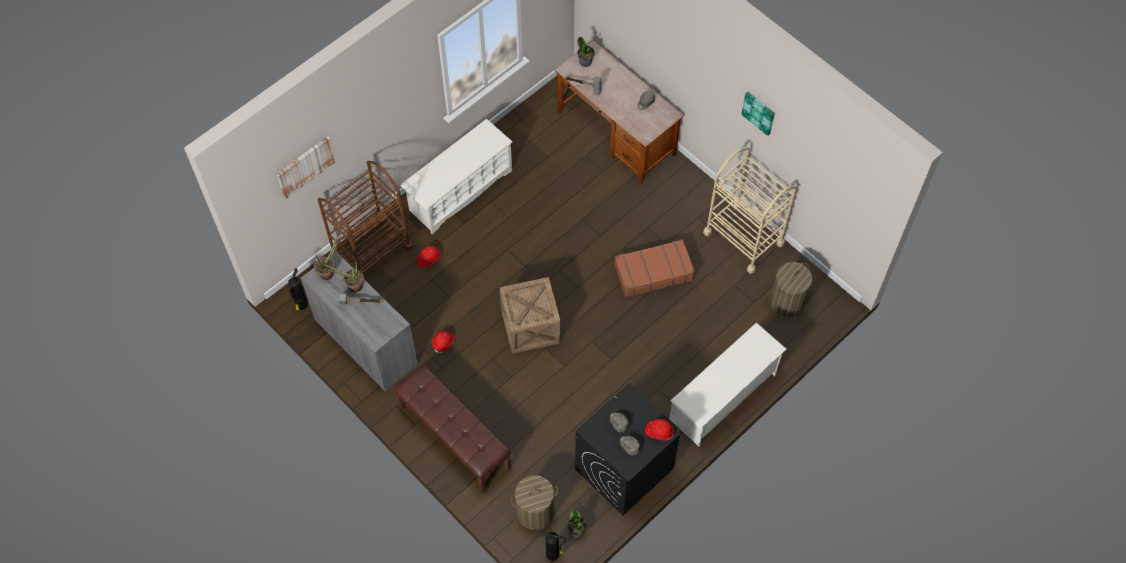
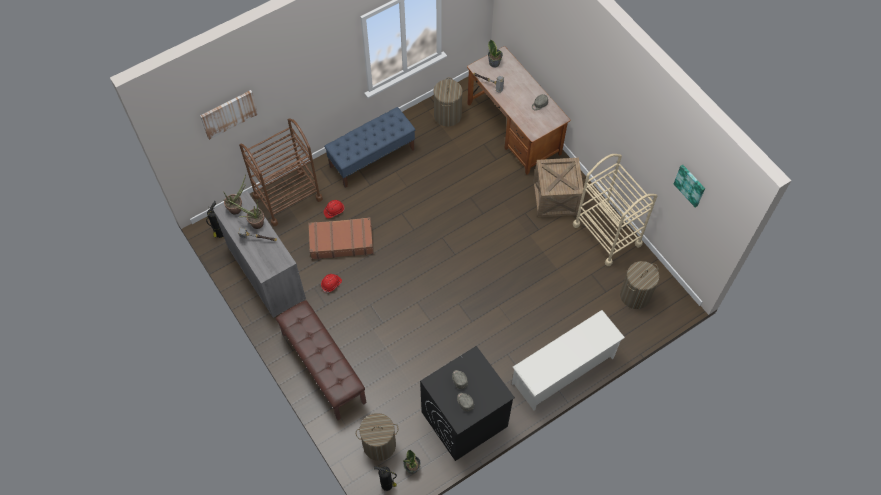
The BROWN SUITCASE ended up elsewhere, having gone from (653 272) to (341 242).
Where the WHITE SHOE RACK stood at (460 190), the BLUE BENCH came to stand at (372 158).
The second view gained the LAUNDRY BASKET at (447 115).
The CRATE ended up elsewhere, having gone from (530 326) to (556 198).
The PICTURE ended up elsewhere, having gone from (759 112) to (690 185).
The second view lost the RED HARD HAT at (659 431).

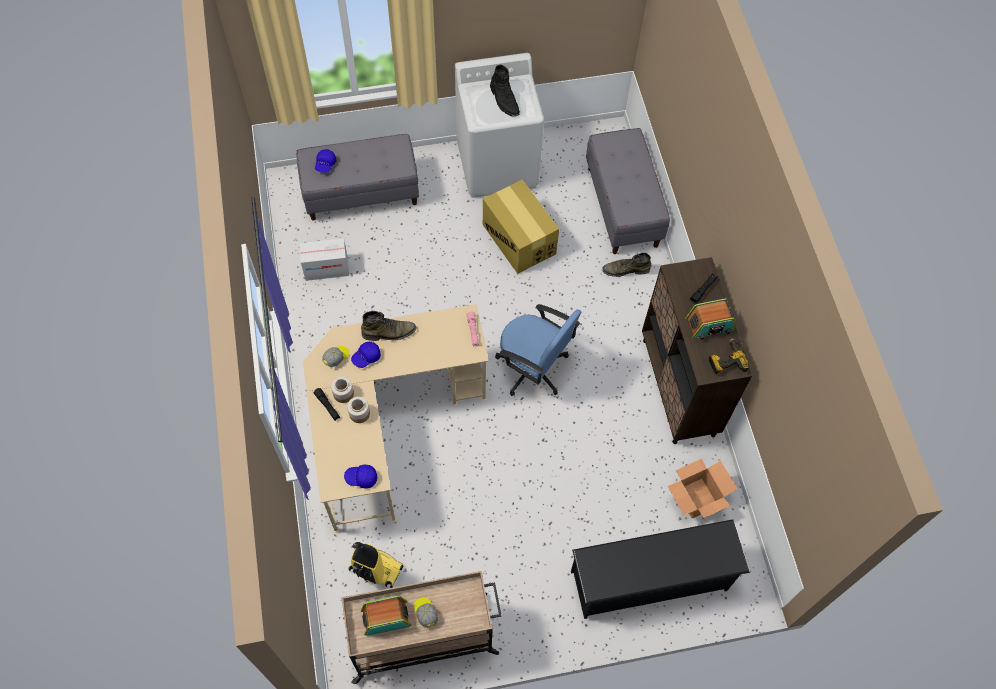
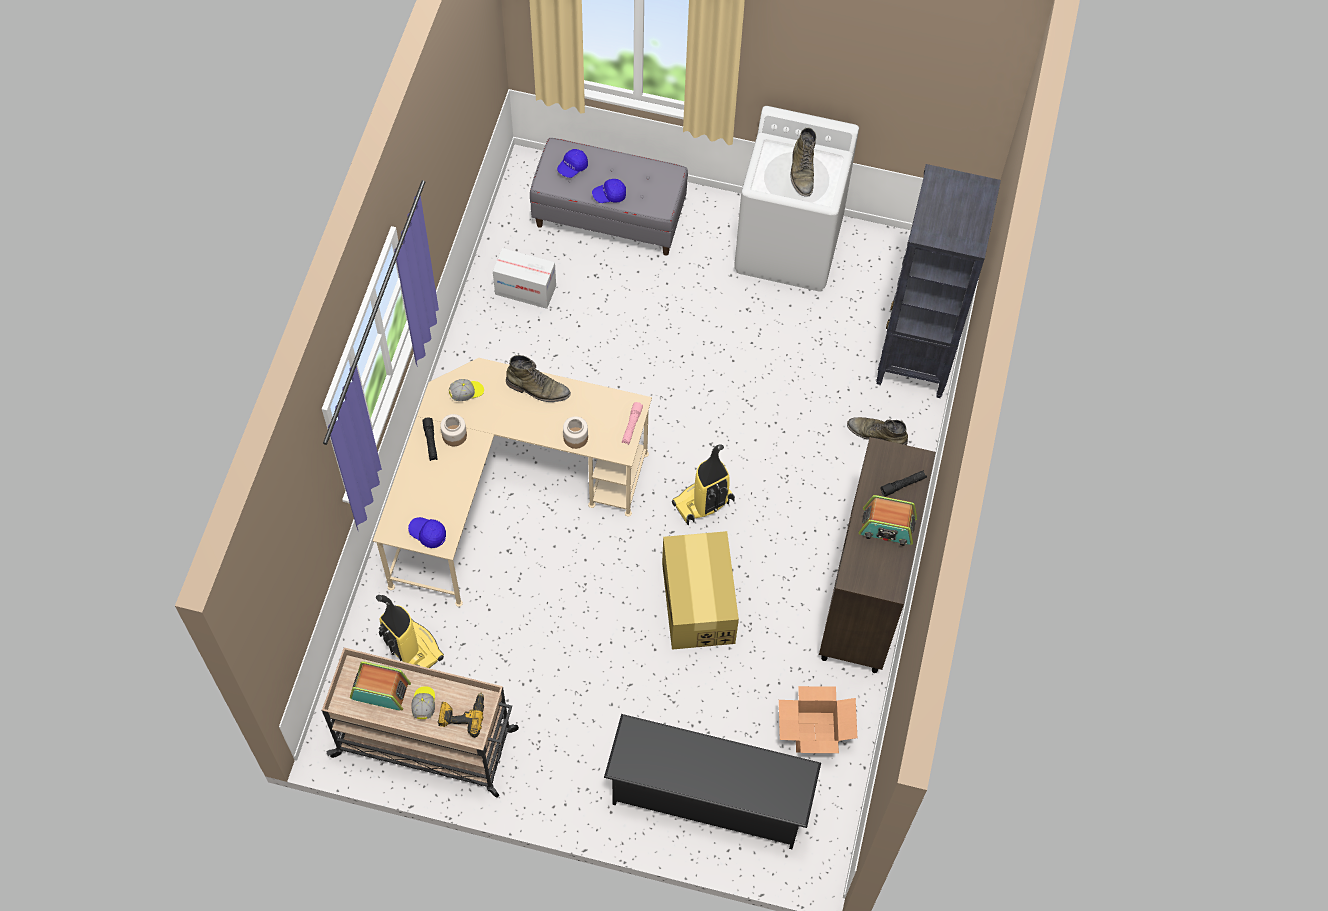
The POWER DRILL ended up elsewhere, having gone from (726 360) to (462 715).
The JAR ended up elsewhere, having gone from (359 414) to (575 438).
The BLUE CAP ended up elsewhere, having gone from (366 357) to (609 195).
The CARDBOARD BOX ended up elsewhere, having gone from (519 239) to (698 603).
Where the BLUE OFFICE CHAIR stood at (533 368), the VACUUM CLEANER came to stand at (703 503).
What was the BLACK BOOT at (504 100) turned into the GREEN BOOT at (802 172).
Where the GREY BENCH stood at (623 207), the BLACK BOOKCASE came to stand at (915 357).

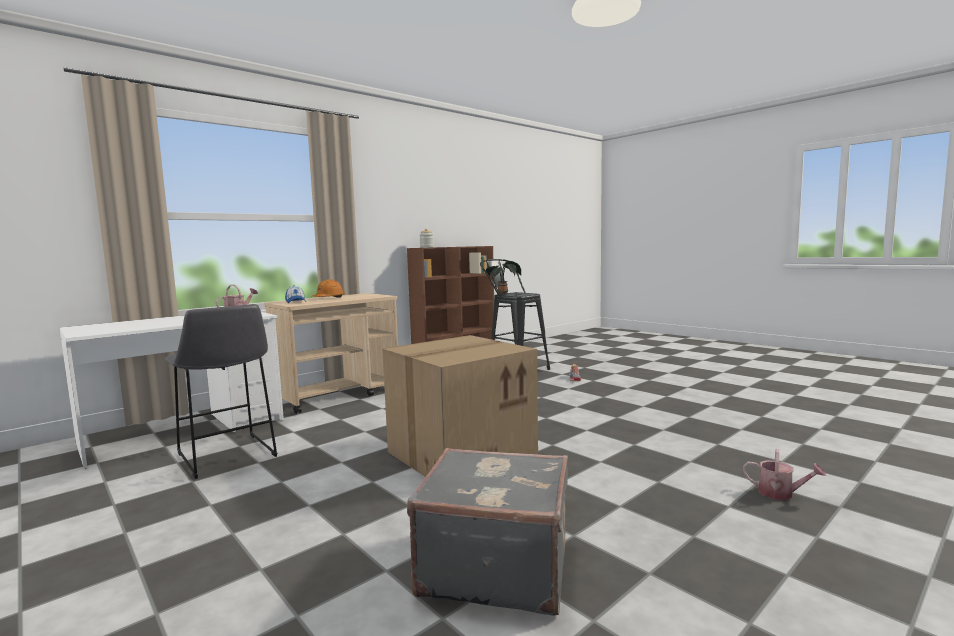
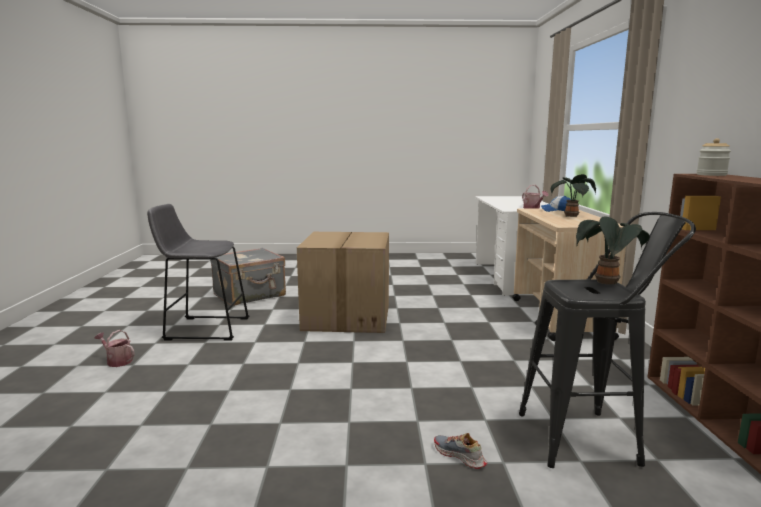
The WATERING CAN at (781 493) ended up facing another way, 45 degrees clockwise from before.
The GREY STOOL ended up elsewhere, having gone from (227 456) to (203 328).
Where the ORANGE HARD HAT stood at (329 298), the POTTED PLANT came to stand at (571 216).

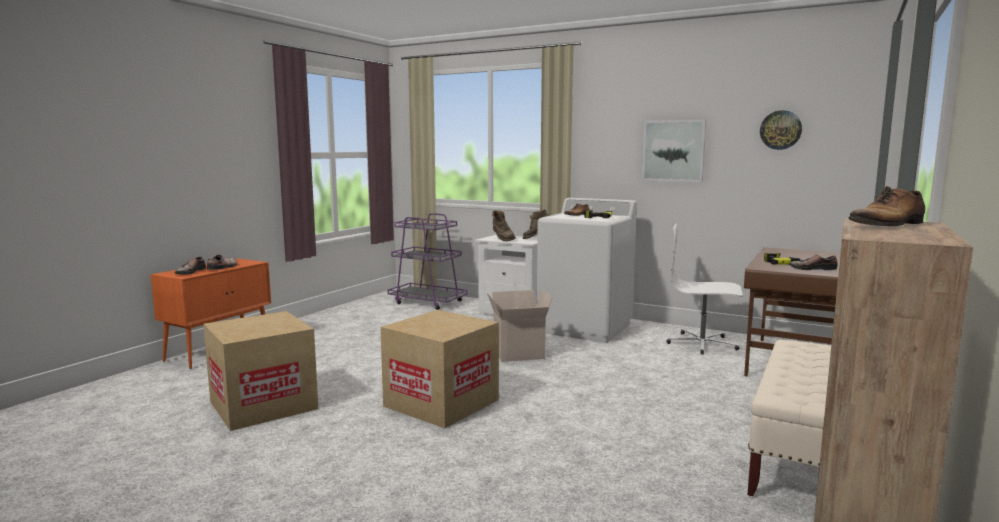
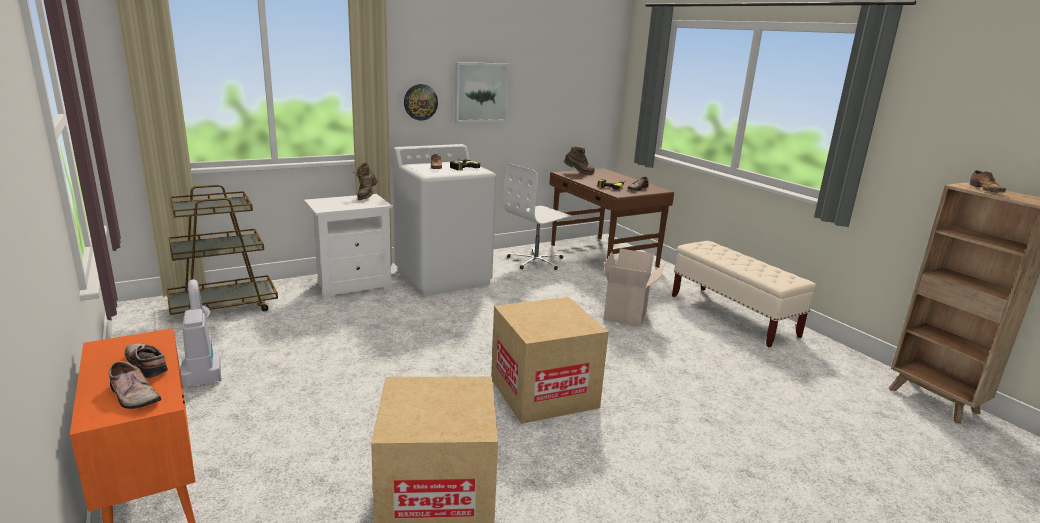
What was the PURPLE CART at (428 302) turned into the BROWN CART at (224 306).
The second view gained the VACUUM CLEANER at (201 365).
The WALL CLOCK ended up elsewhere, having gone from (780 130) to (420 102).
The BROWN BOOT ended up elsewhere, having gone from (502 239) to (578 173).
The CARDBOARD BOX ended up elsewhere, having gone from (518 354) to (627 315).

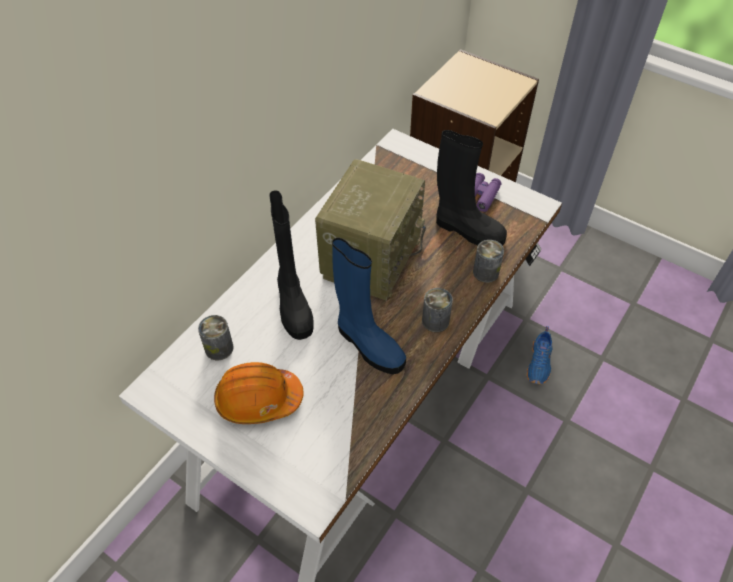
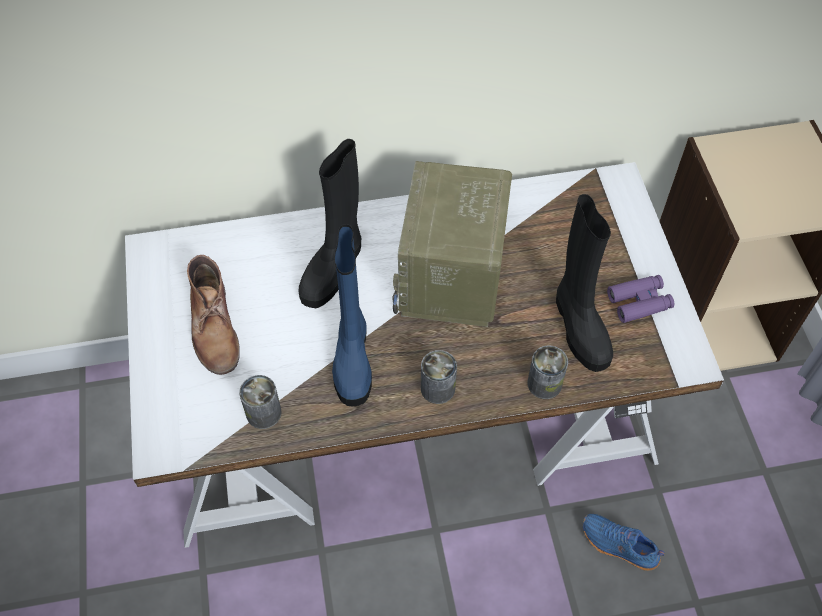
Where the ORANGE HARD HAT stood at (258 399), the BROWN BOOT came to stand at (214 327).
The CAN ended up elsewhere, having gone from (219 348) to (263 413).
The RADIO at (371 257) ended up facing another way, 120 degrees clockwise from before.
The BLUE SHOE at (539 363) ended up facing another way, 60 degrees clockwise from before.

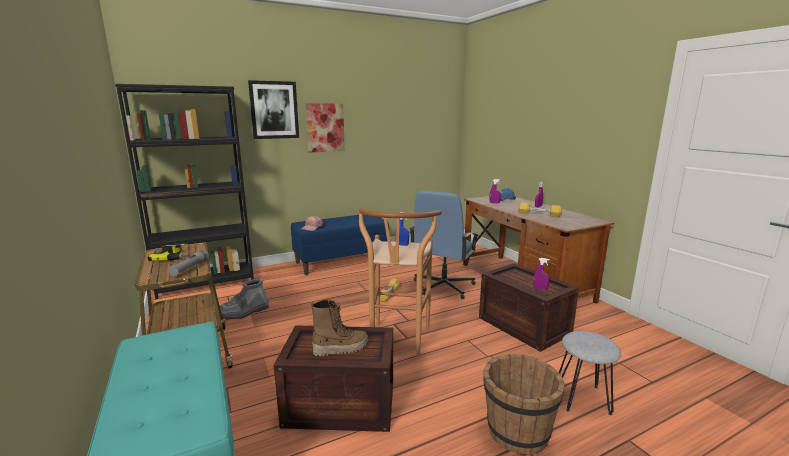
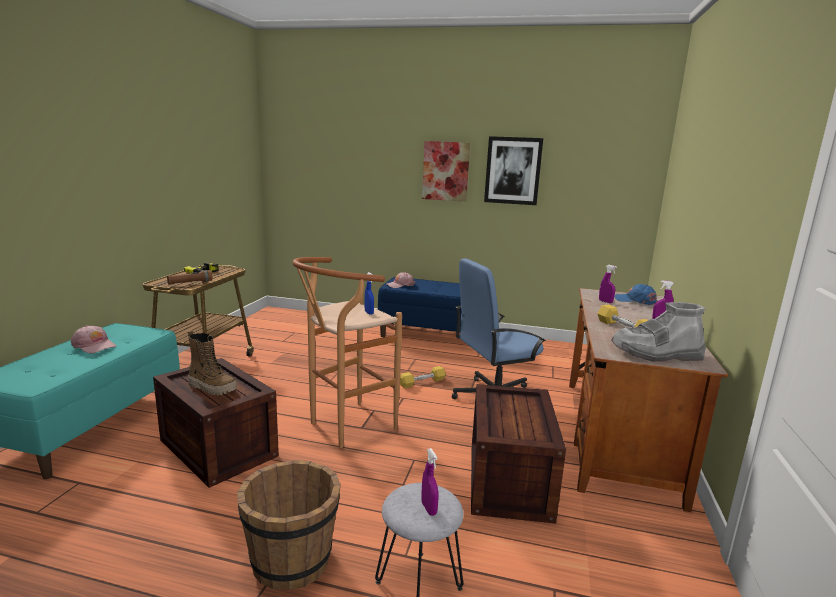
The second view gained the PINK CAP at (94 346).
What was the GREY FLASHLIGHT at (190 268) turned into the BROWN FLASHLIGHT at (190 283).
The PURPLE SPRAY BOTTLE ended up elsewhere, having gone from (540 288) to (429 509).
The PICTURE ended up elsewhere, having gone from (274 110) to (513 170).
The GREY BOOT ended up elsewhere, having gone from (244 312) to (656 354).
The second view lost the BLACK BOOKCASE at (206 283).

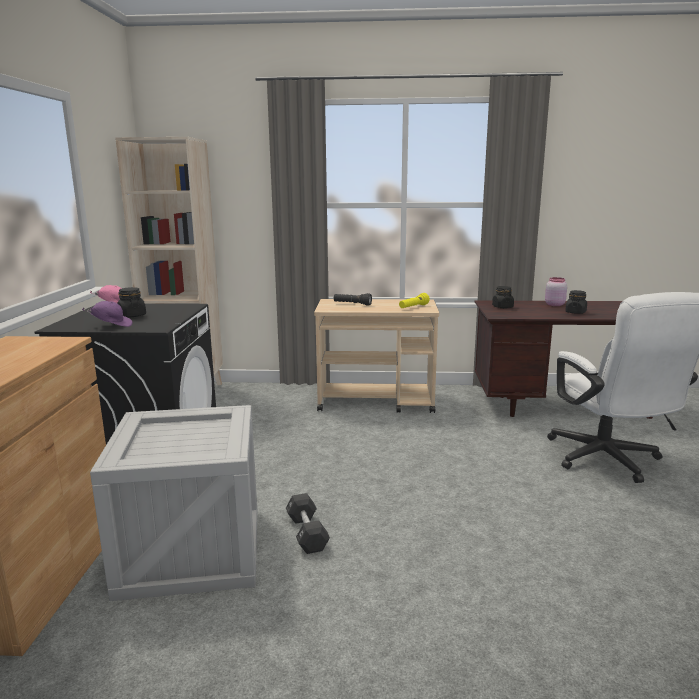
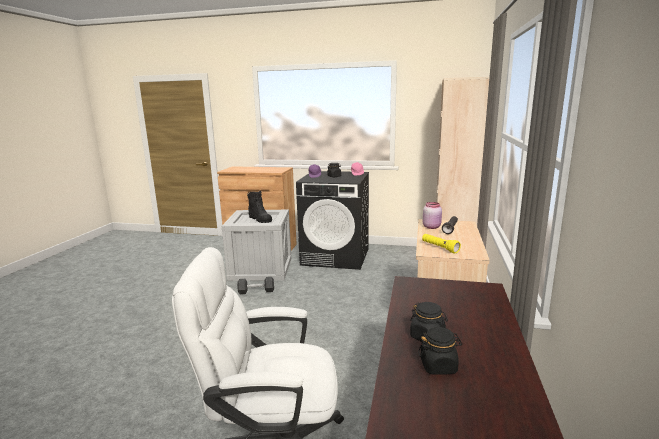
The second view gained the BLACK BOOT at (260 219).
The BLACK JAR ended up elsewhere, having gone from (502 307) to (438 366).
The PINK JAR ended up elsewhere, having gone from (554 304) to (432 227).

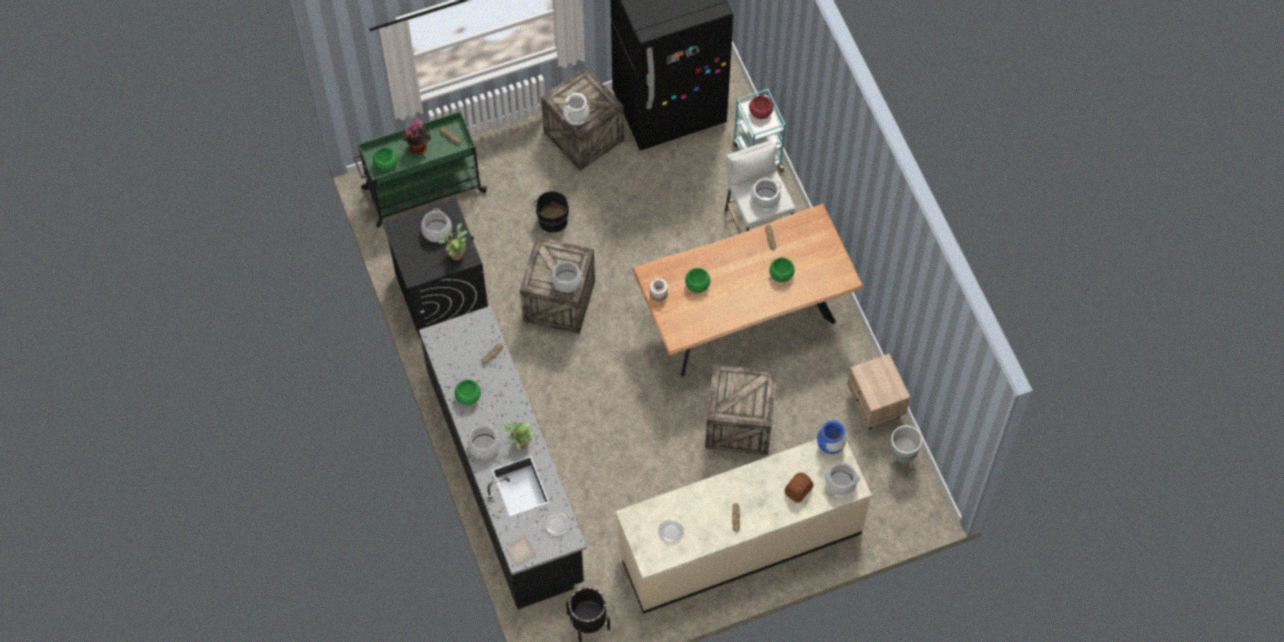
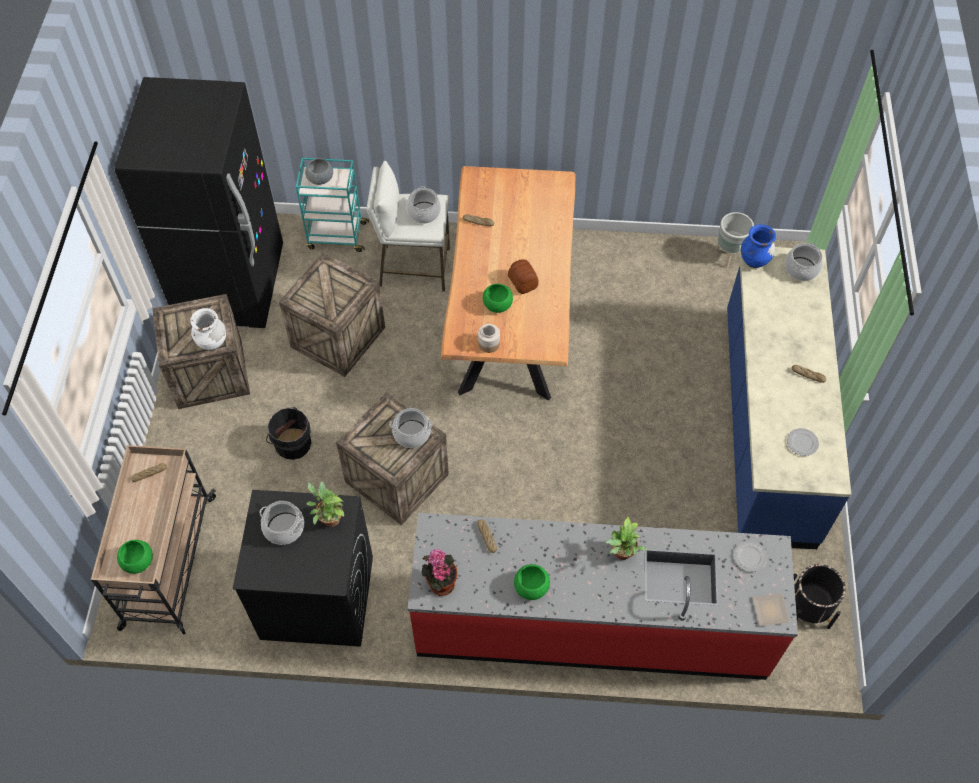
What was the GREEN CART at (422 190) turned into the BEIGE CART at (168 563).
The CRATE ended up elsewhere, having gone from (740 423) to (337 336).
What was the RED BOWL at (760 112) turned into the GREY BOWL at (320 179).
What was the BLACK COUNTER at (506 477) turned into the RED COUNTER at (591 623).
The POTTED PLANT ended up elsewhere, having gone from (418 146) to (440 583).
The BREAD ended up elsewhere, having gone from (798 490) to (522 282).
What was the BEIGE COUNTER at (739 542) turned into the BLUE COUNTER at (765 425).
The second view lost the COOKING POT at (484 445).
The second view lost the GREEN BOWL at (781 274).
The second view lost the BEIGE NIGHTSTAND at (875 405).

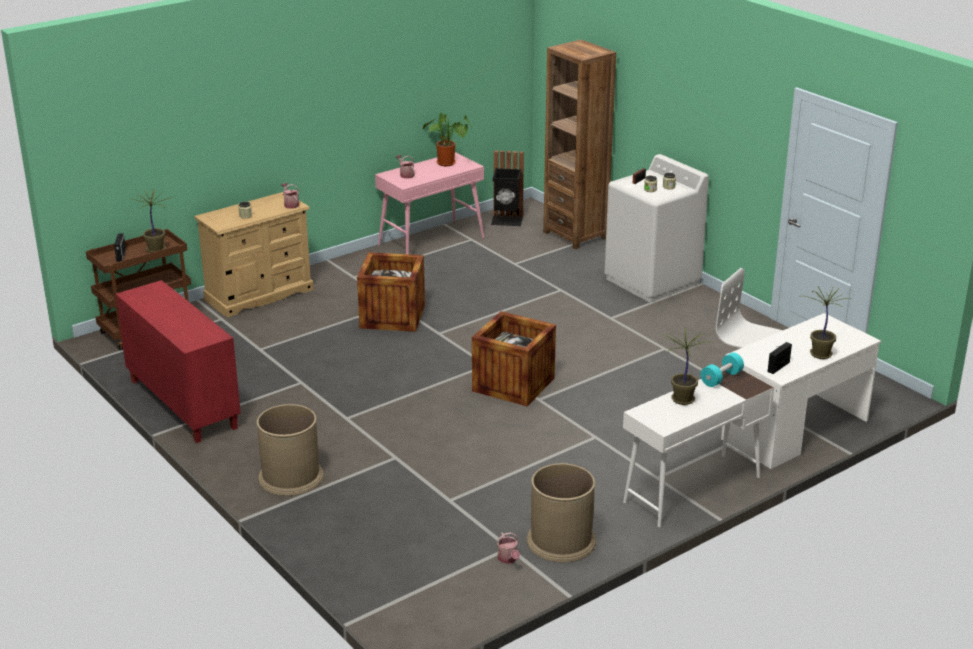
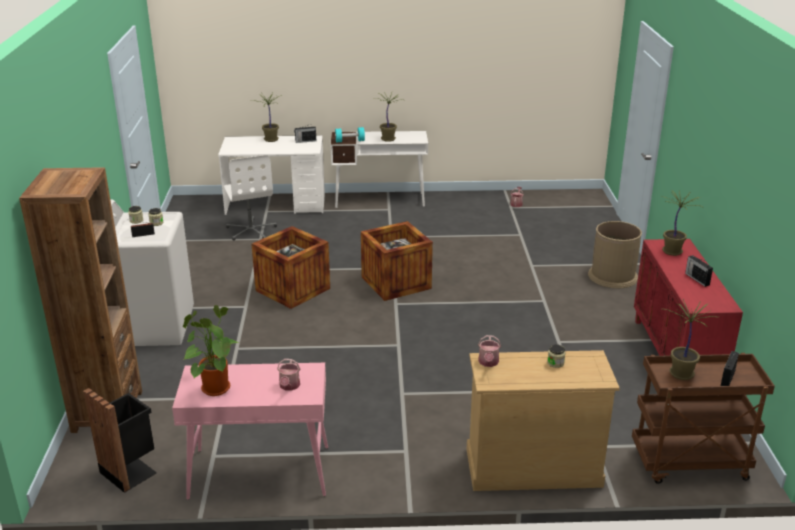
The CRATE ended up elsewhere, having gone from (392 316) to (293 289).
The second view gained the POTTED PLANT at (673 251).
The second view gained the RADIO at (696 279).
The second view lost the BROWN TRASH CAN at (561 541).

